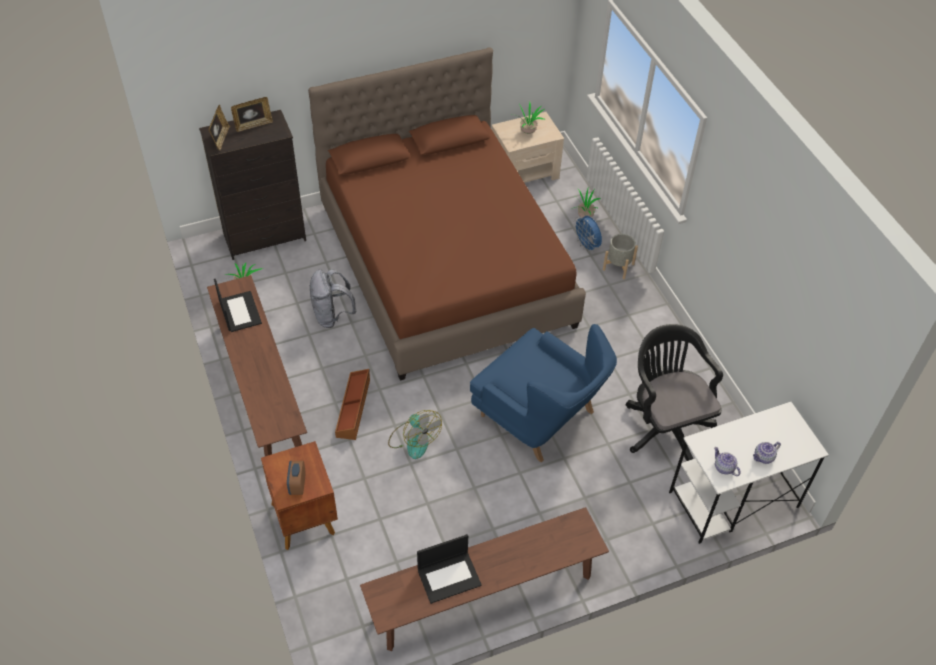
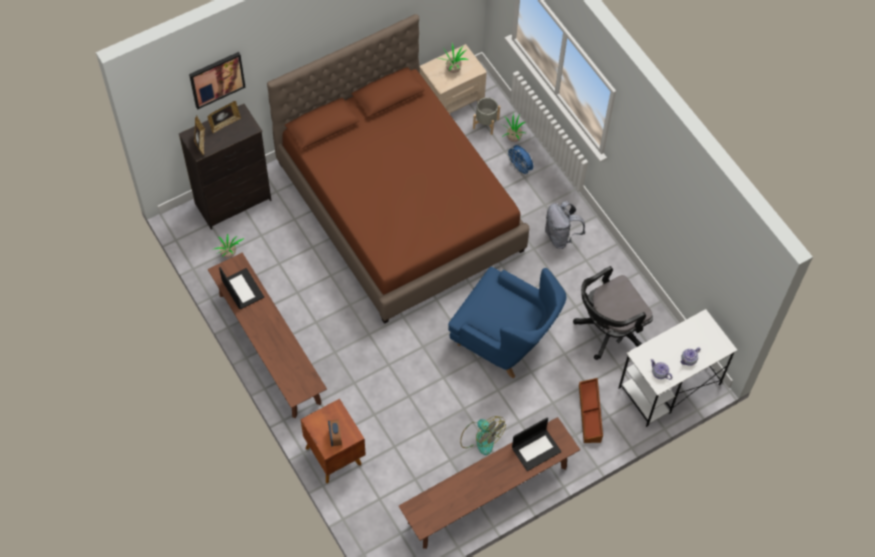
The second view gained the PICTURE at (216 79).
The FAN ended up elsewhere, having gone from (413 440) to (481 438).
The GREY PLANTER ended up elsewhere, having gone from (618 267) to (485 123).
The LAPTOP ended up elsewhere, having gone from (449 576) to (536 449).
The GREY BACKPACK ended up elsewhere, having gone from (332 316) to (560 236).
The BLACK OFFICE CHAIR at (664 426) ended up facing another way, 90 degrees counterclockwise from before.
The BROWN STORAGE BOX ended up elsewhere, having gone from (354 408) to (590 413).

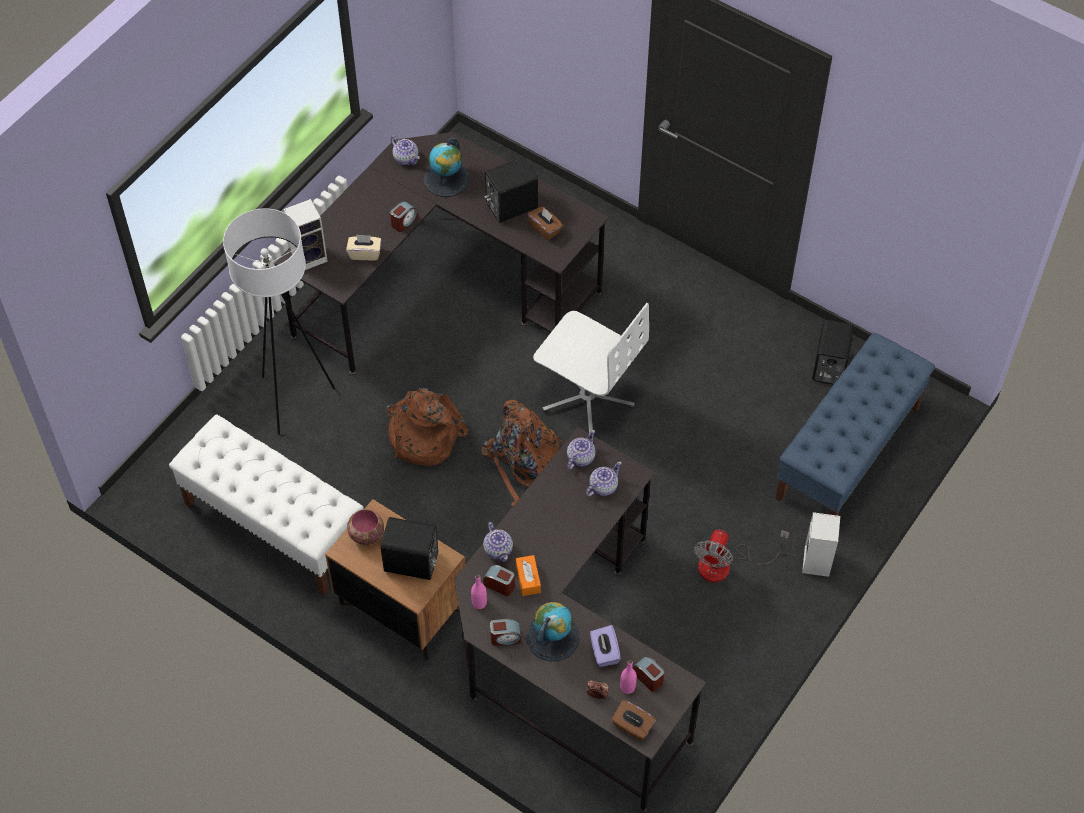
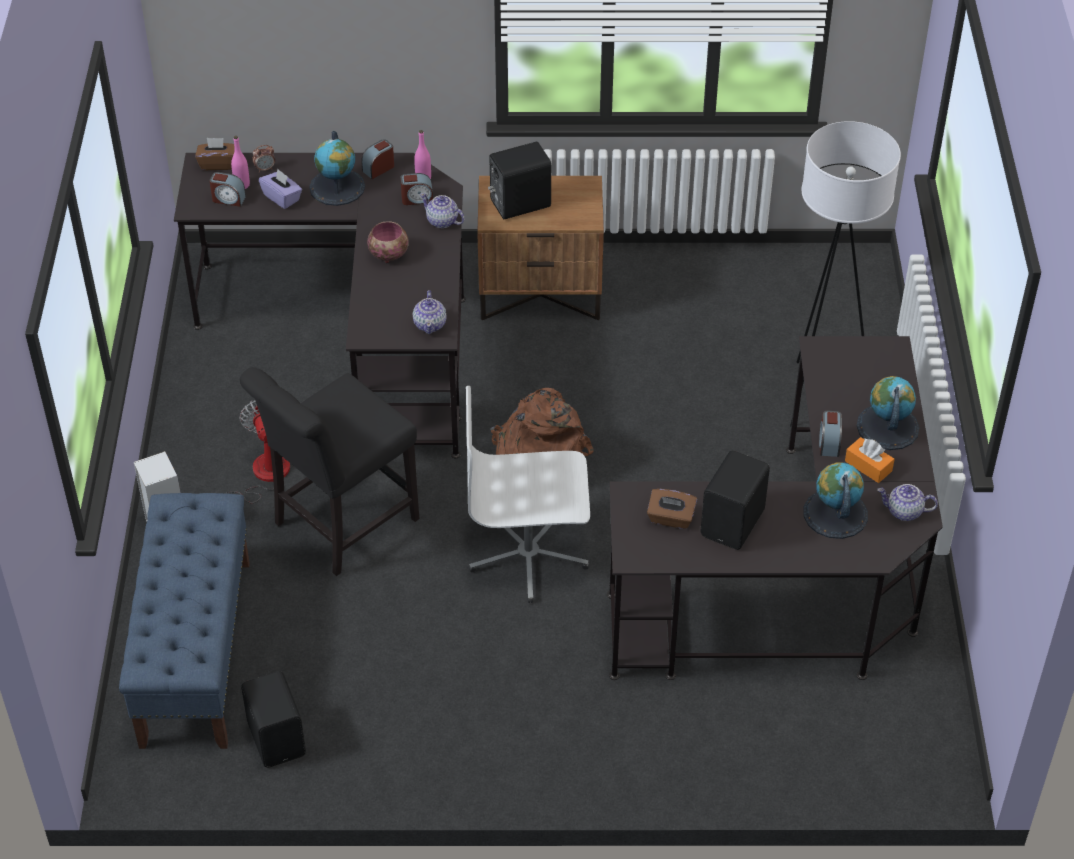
The second view gained the BLACK CHAIR at (340 525).
The BOWL ended up elsewhere, having gone from (365 535) to (389 254).
The ORANGE TISSUE BOX ended up elsewhere, having gone from (528 579) to (868 466).
The second view gained the GLOBE at (887 427).
The second view lost the WHITE BENCH at (274 525).
The second view lost the SPEAKER at (310 256).
The second view lost the BEIGE TISSUE BOX at (365 253).
The second view lost the BROWN BACKPACK at (423 435).
The second view lost the TEAPOT at (602 486).

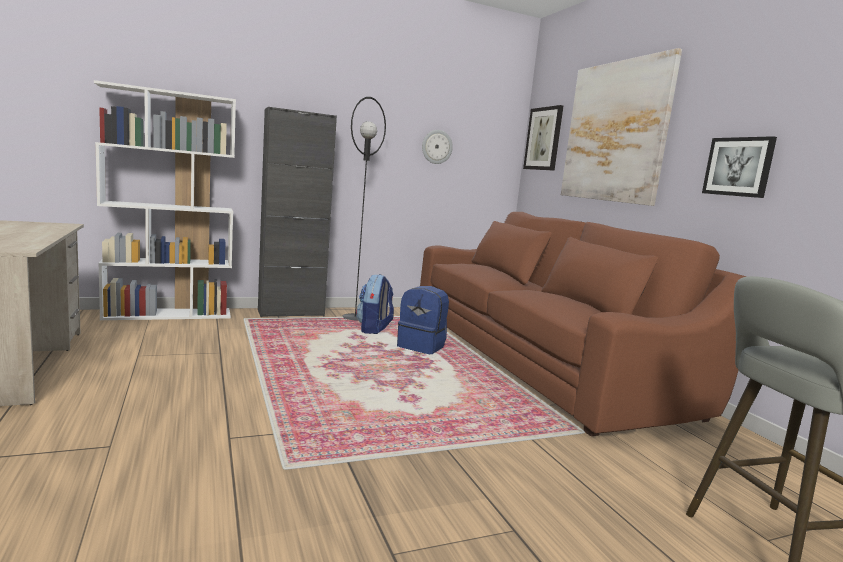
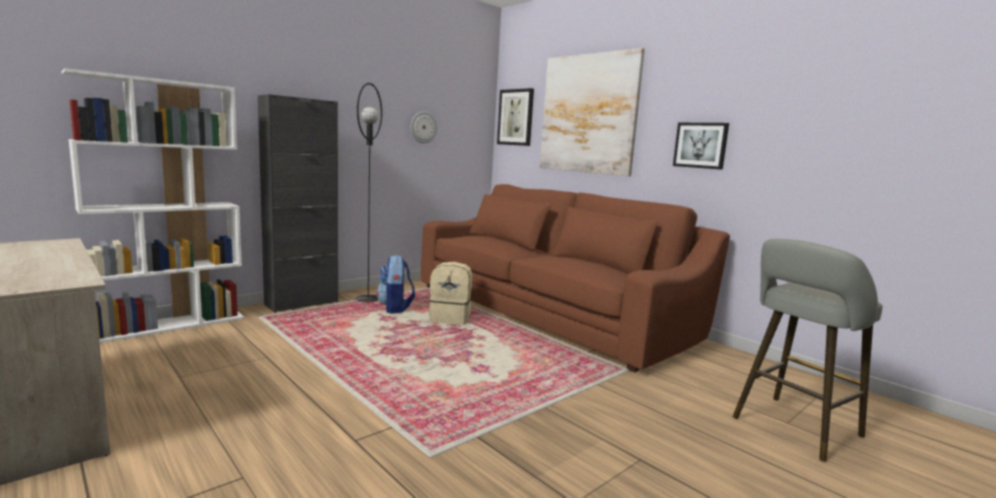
What was the BLUE BACKPACK at (422 346) turned into the BEIGE BACKPACK at (450 318).

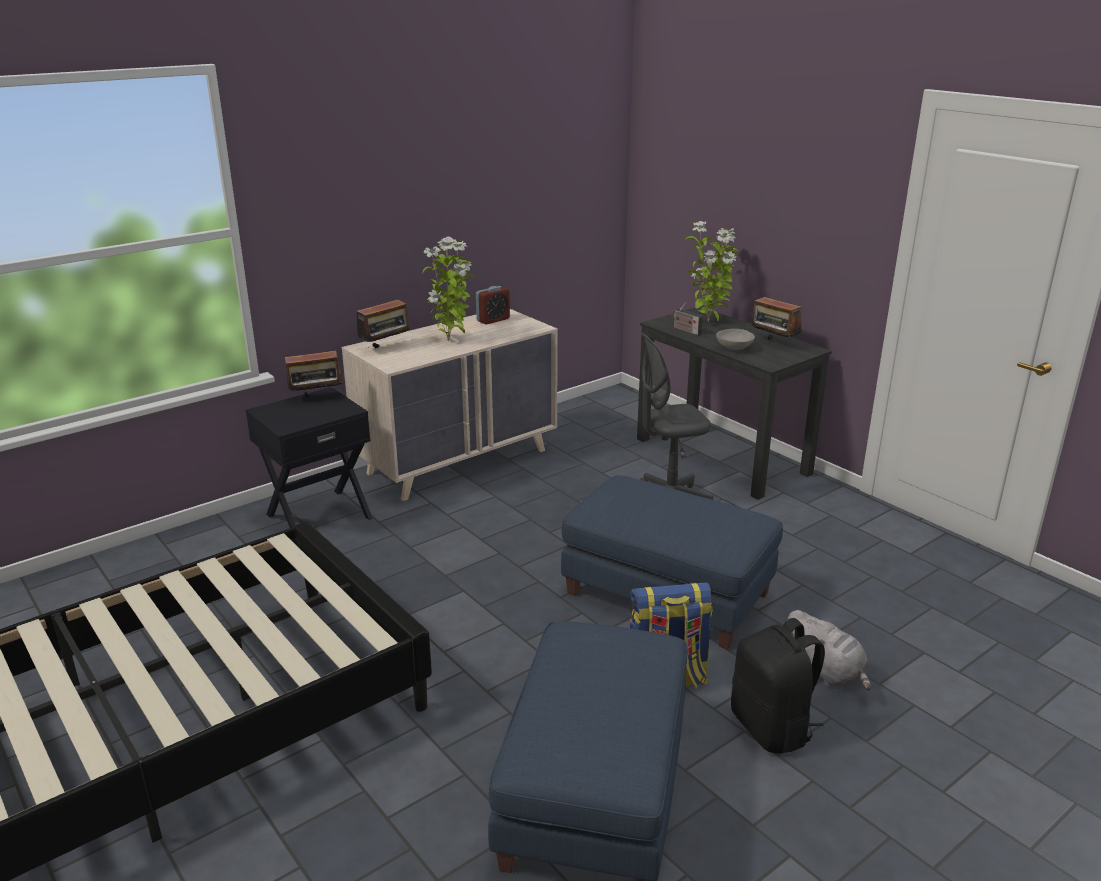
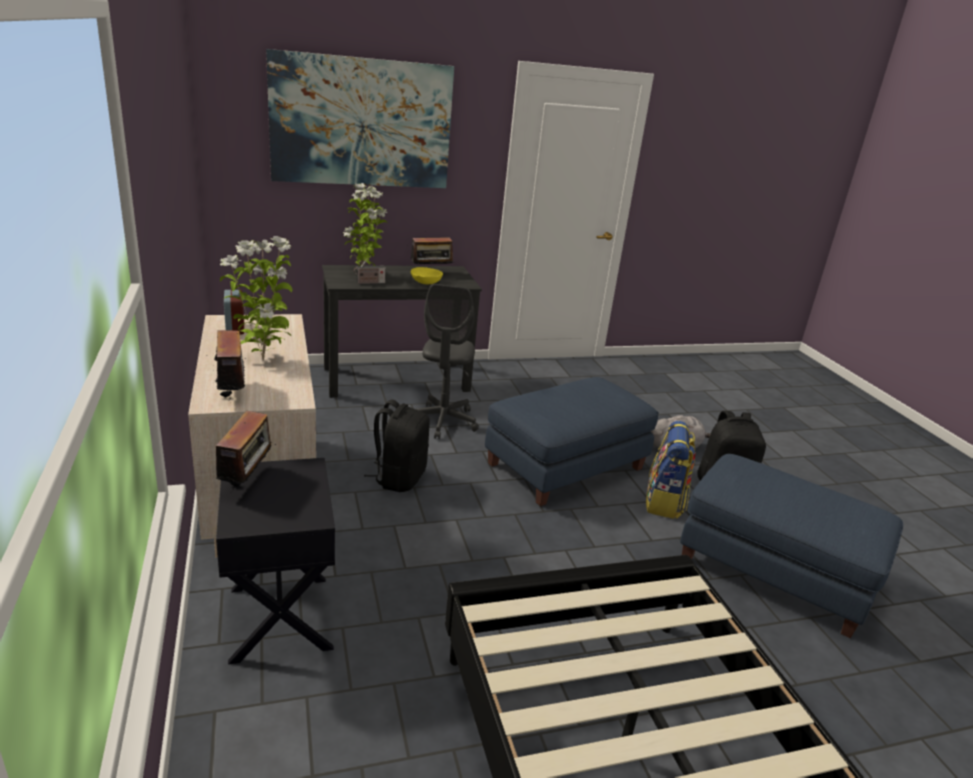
The second view gained the PICTURE at (362 123).
The second view gained the BLACK BACKPACK at (399 478).
What was the GREY BOWL at (733 348) turned into the YELLOW BOWL at (425 283).

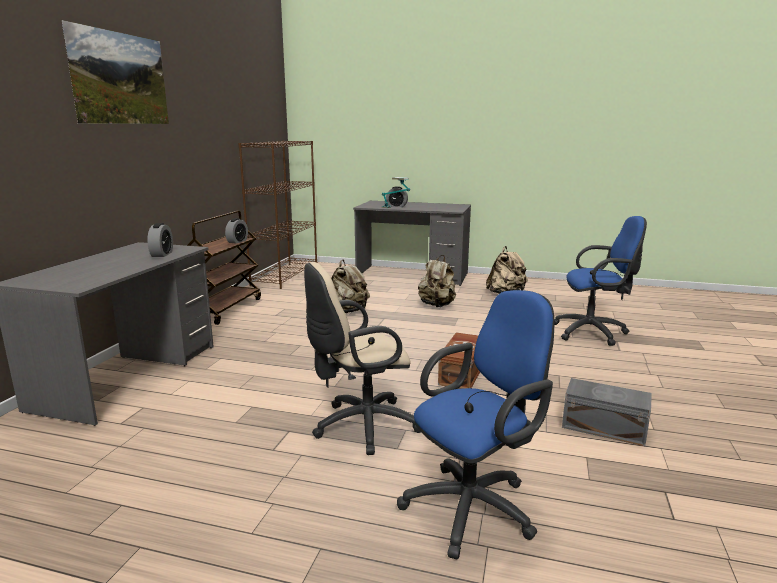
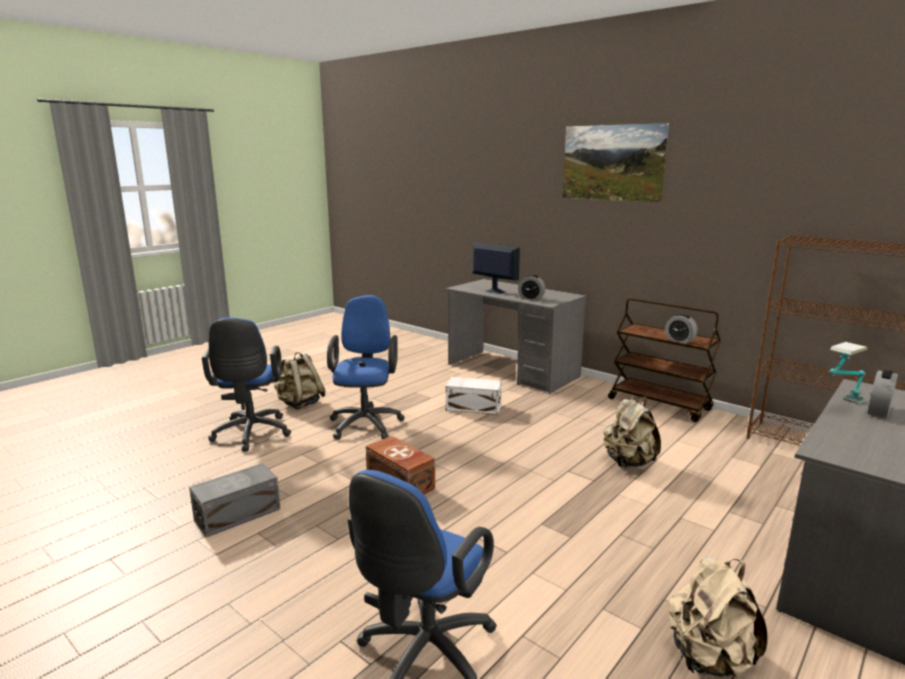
The BEIGE BACKPACK ended up elsewhere, having gone from (437 305) to (300 404).
What was the BEIGE OFFICE CHAIR at (360 426) turned into the BLUE OFFICE CHAIR at (366 423).
The second view gained the WHITE STORAGE BOX at (473 407).
The second view gained the MONITOR at (494 291).

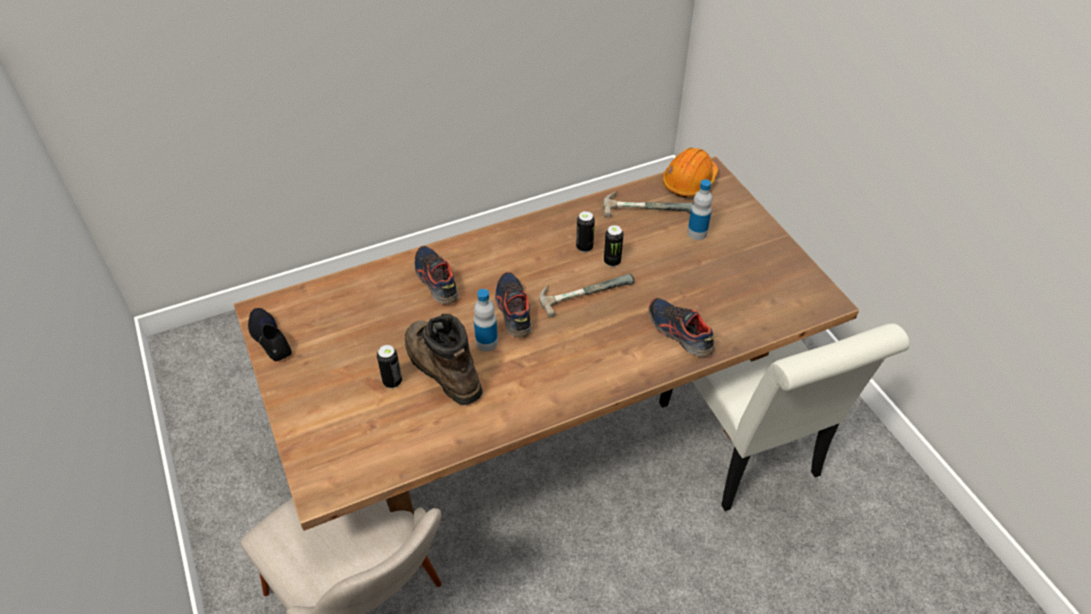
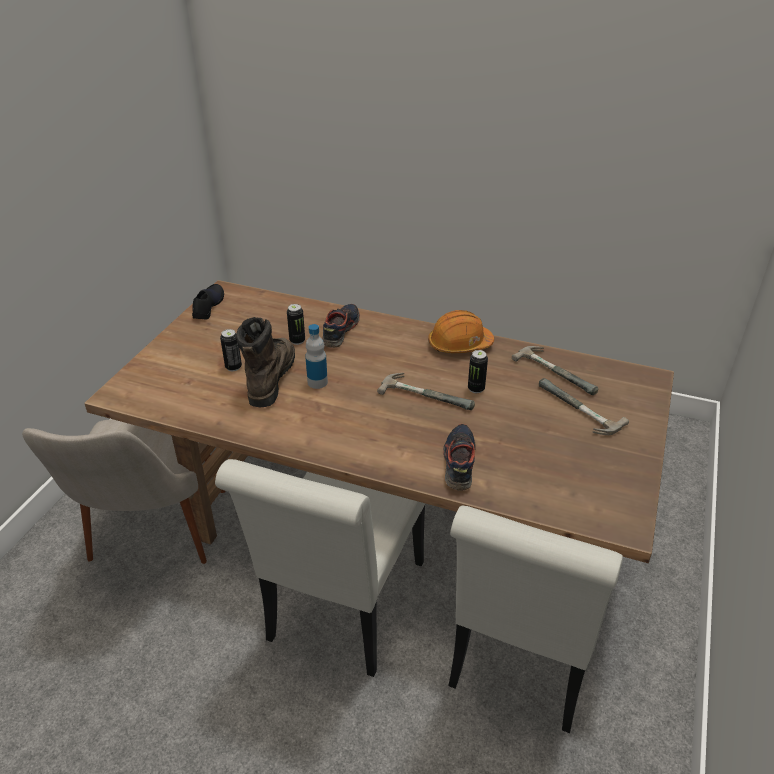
The second view gained the WHITE CHAIR at (342 609).
The CAN ended up elsewhere, having gone from (584 247) to (297 341).
The ORANGE HARD HAT ended up elsewhere, having gone from (689 181) to (459 344).
Where the BOTTLE stood at (697 233), the HAMMER came to stand at (575 410).
The second view lost the SHOE at (513 310).

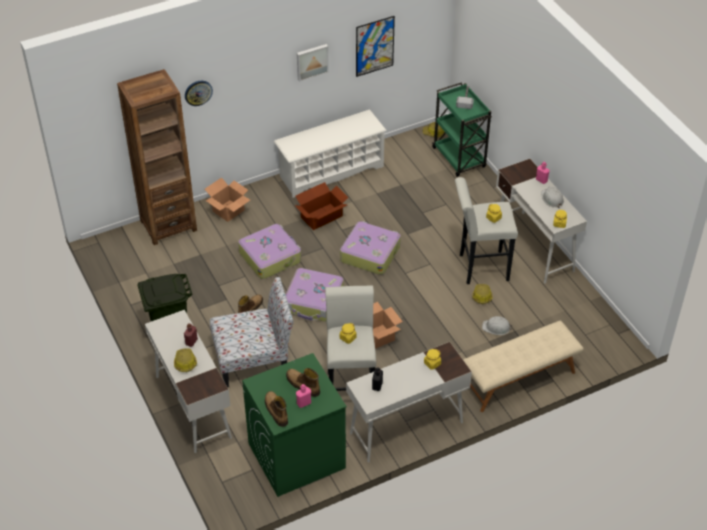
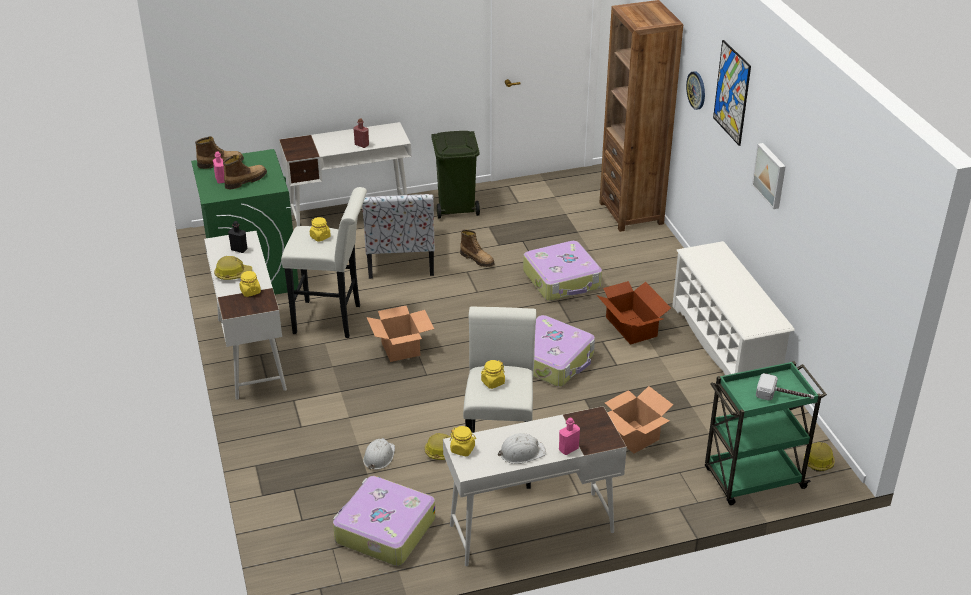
The HARD HAT ended up elsewhere, having gone from (185 362) to (233 274).
The SUITCASE ended up elsewhere, having gone from (314 301) to (384 530).
The CARDBOARD BOX ended up elsewhere, having gone from (228 210) to (635 437).
The PICTURE ended up elsewhere, having gone from (374 46) to (732 92).
The second view lost the BEIGE BENCH at (519 380).

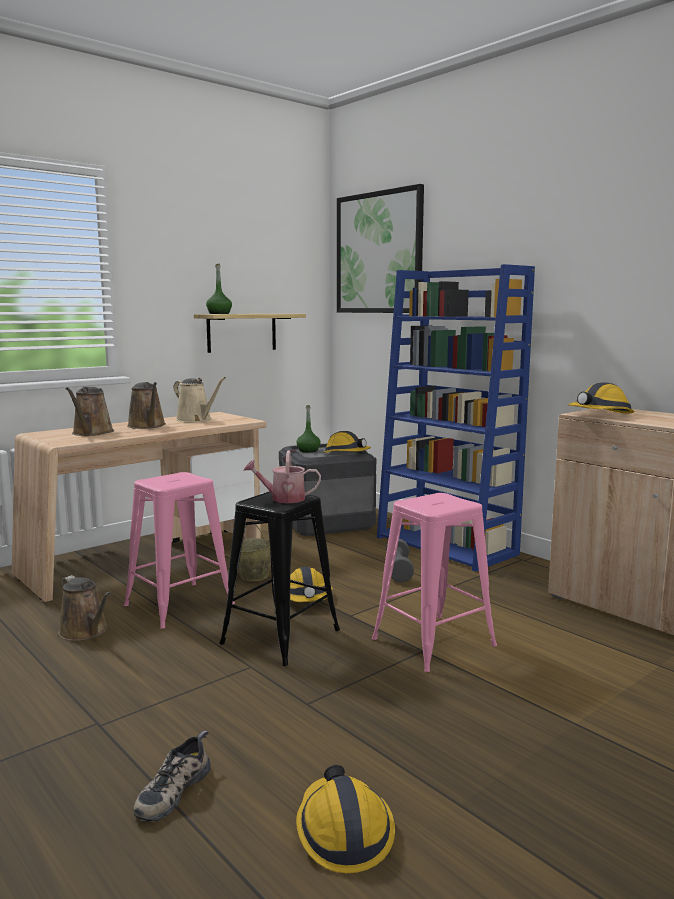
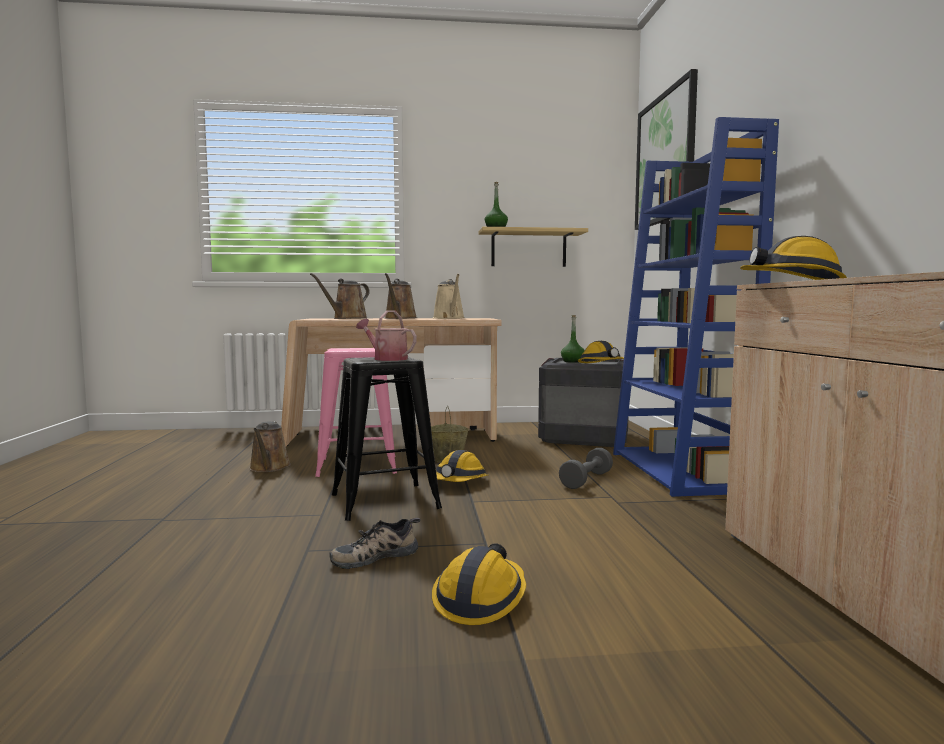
The SHOE ended up elsewhere, having gone from (172 790) to (375 556).
The HARD HAT ended up elsewhere, having gone from (343 831) to (480 598).
The second view lost the PINK STOOL at (433 642).

